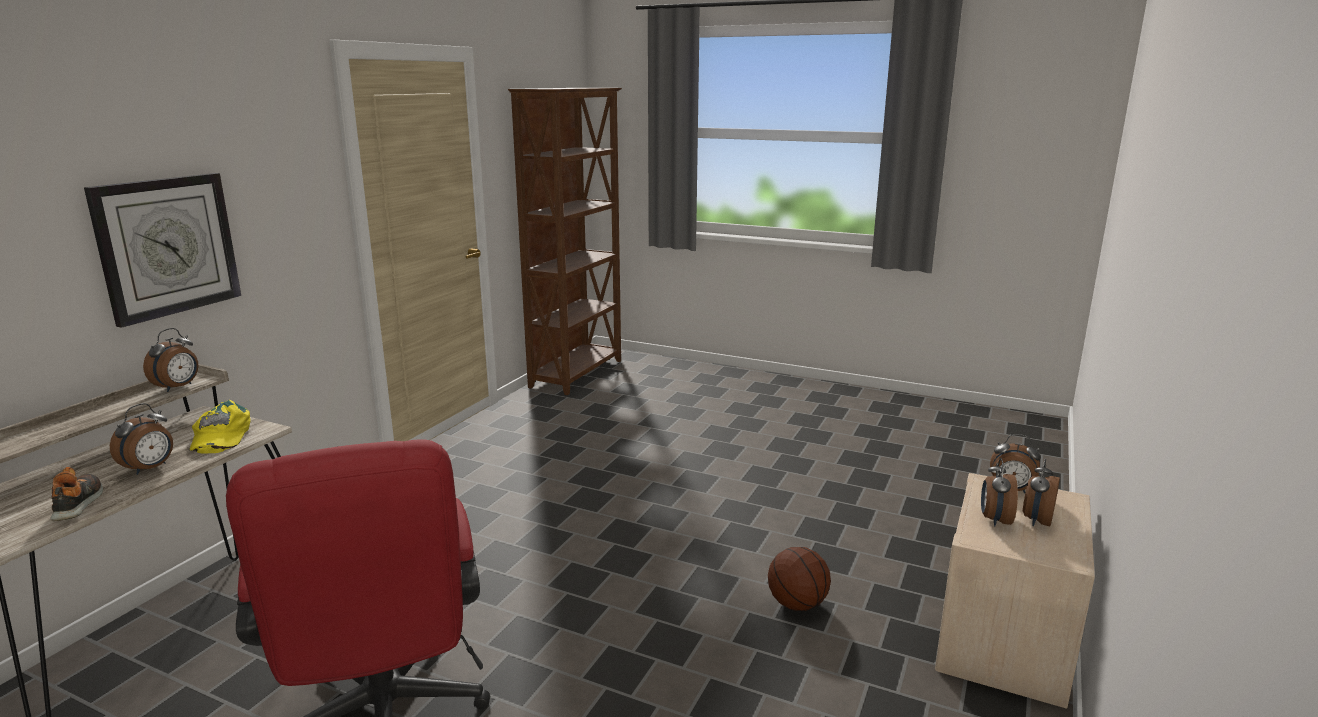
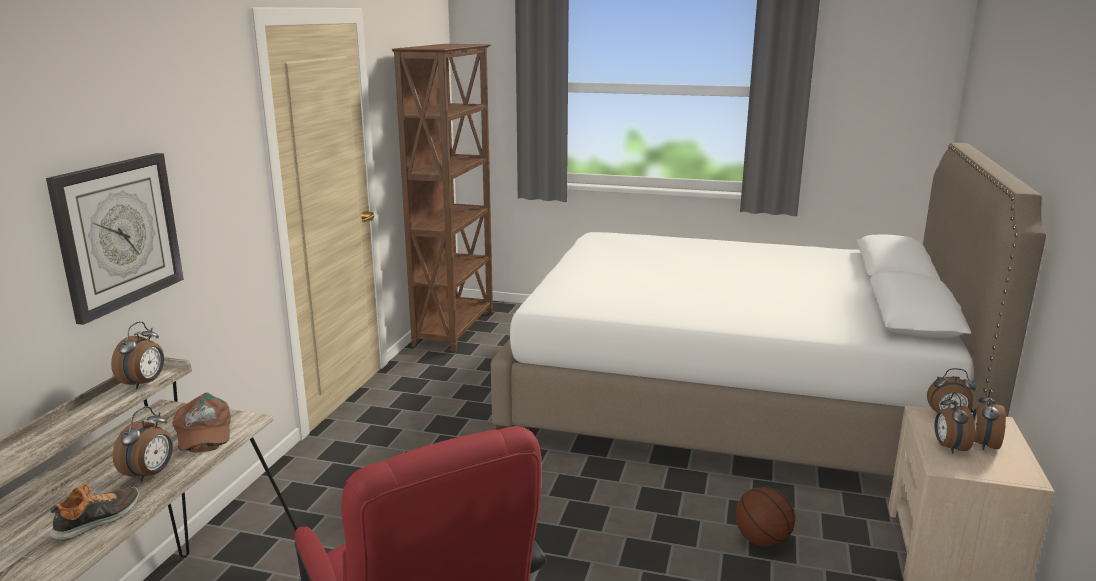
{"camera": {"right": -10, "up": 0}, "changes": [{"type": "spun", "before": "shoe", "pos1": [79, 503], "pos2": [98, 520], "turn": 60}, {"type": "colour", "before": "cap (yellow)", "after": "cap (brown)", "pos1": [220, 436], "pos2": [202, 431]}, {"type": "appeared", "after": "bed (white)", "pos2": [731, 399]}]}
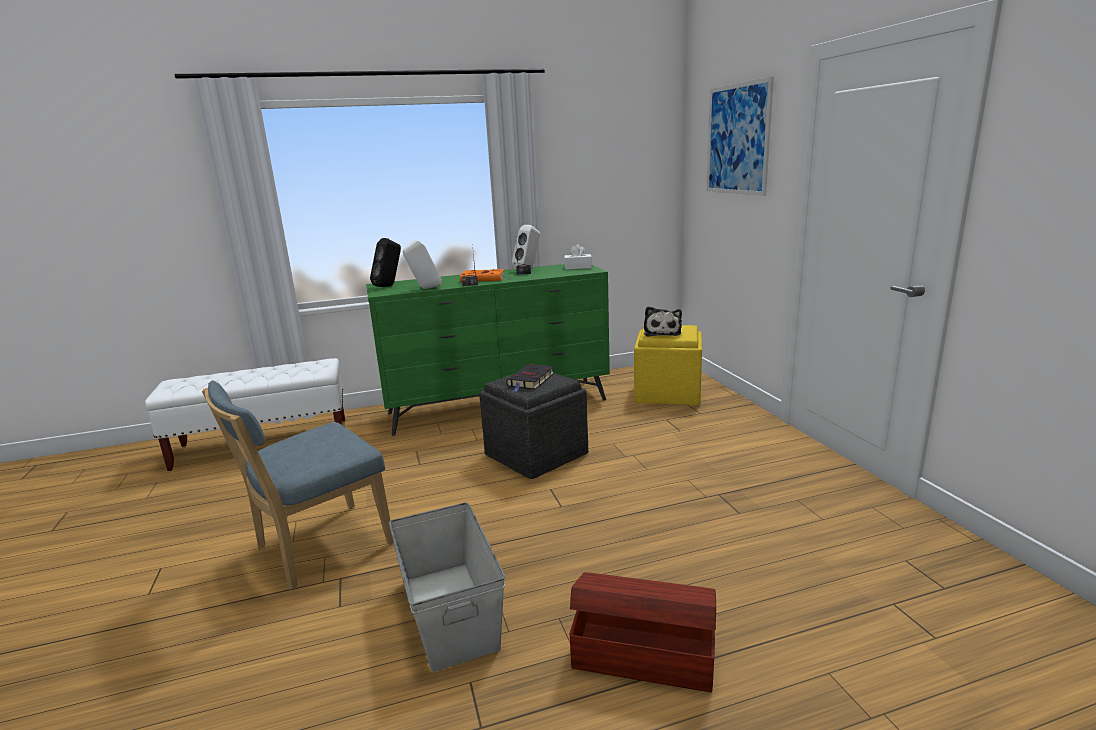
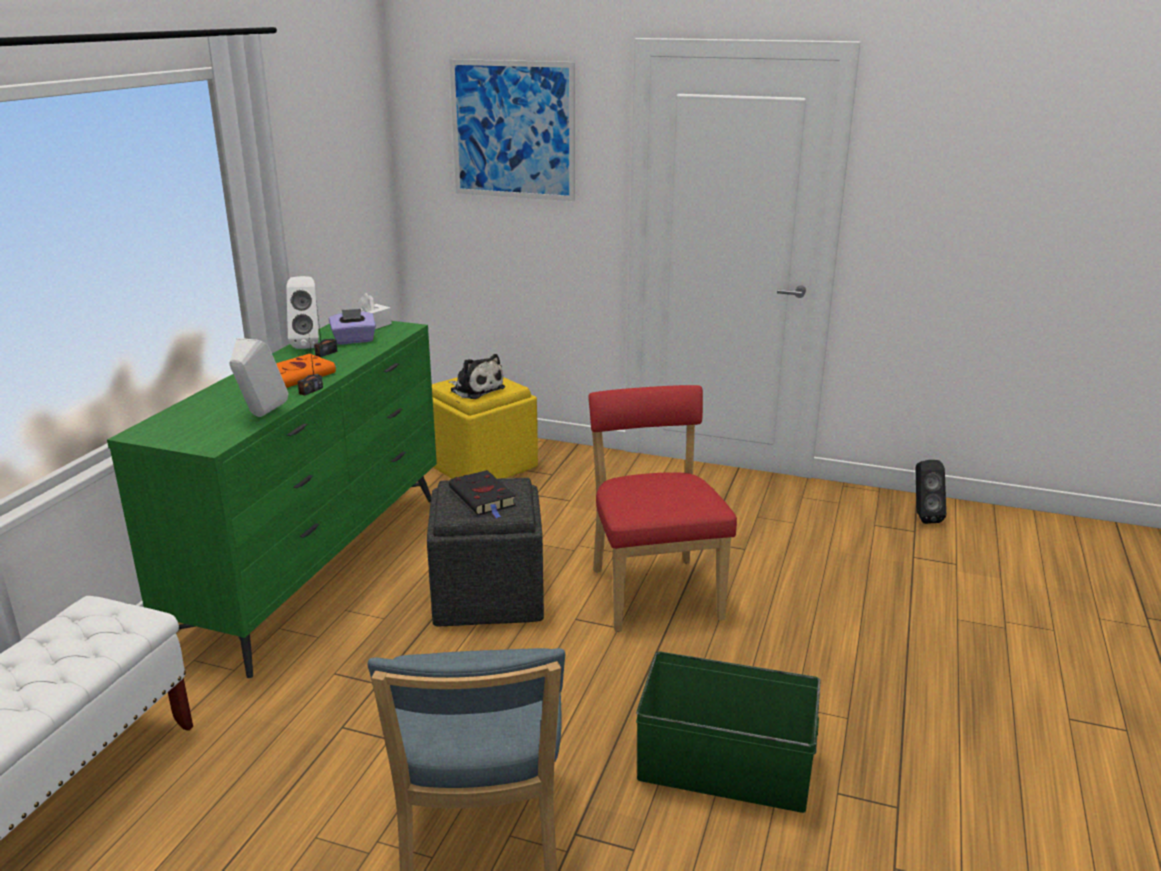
{"camera": {"right": -55, "up": 5}, "changes": [{"type": "appeared", "after": "tissue box (purple)", "pos2": [354, 340]}, {"type": "appeared", "after": "chair (red)", "pos2": [653, 590]}, {"type": "colour", "before": "storage box (grey)", "after": "storage box (green)", "pos1": [451, 611], "pos2": [723, 767]}, {"type": "relocated", "before": "speaker (black)", "pos1": [389, 286], "pos2": [922, 517]}, {"type": "missing", "before": "storage box (brown)", "pos1": [642, 654]}]}
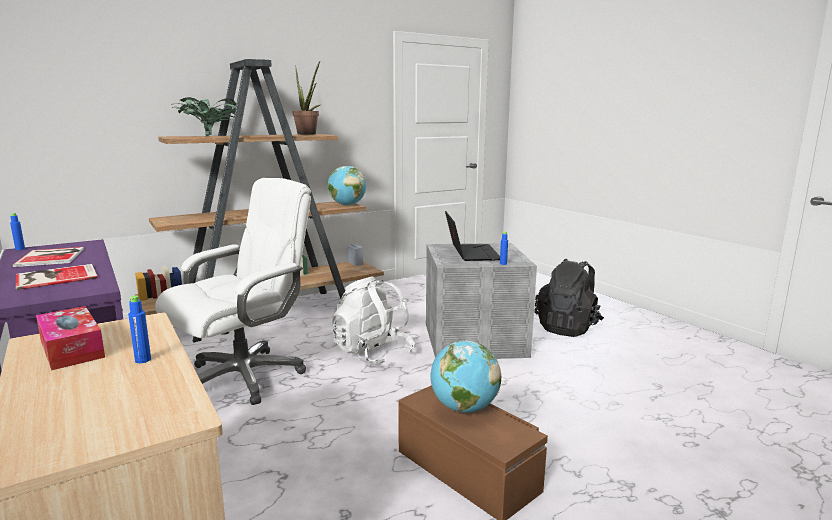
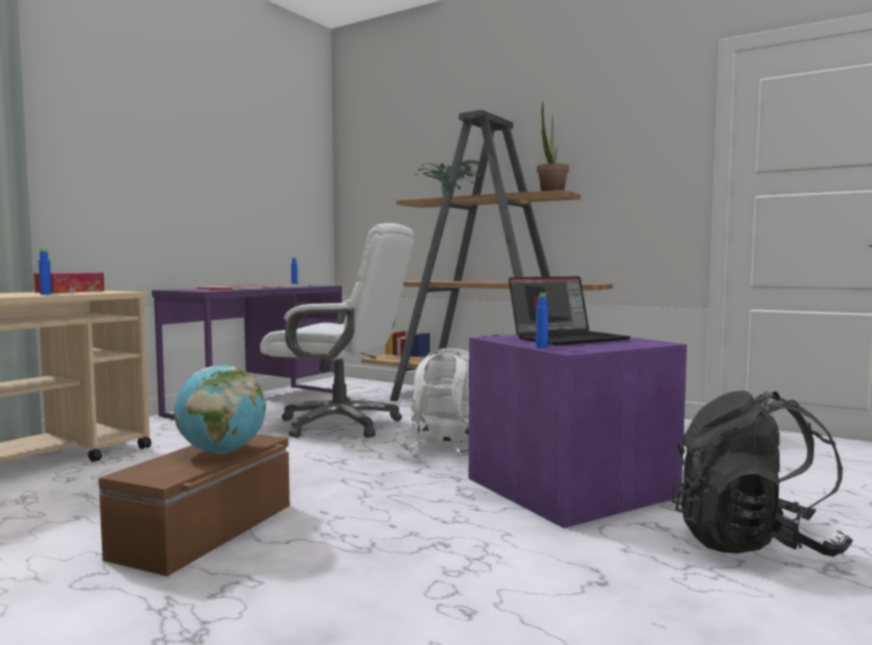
{"camera": {"right": 65, "up": -10}, "changes": [{"type": "colour", "before": "storage box (grey)", "after": "storage box (purple)", "pos1": [475, 339], "pos2": [574, 487]}, {"type": "missing", "before": "globe", "pos1": [347, 205]}]}
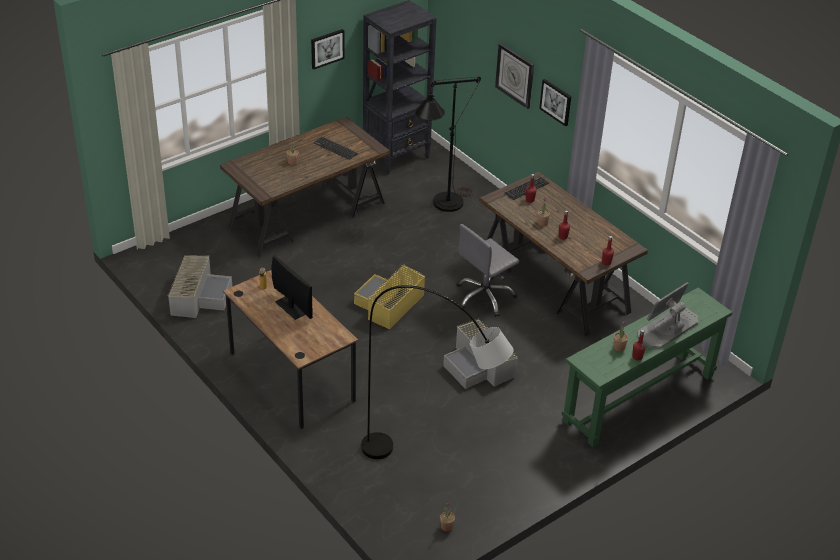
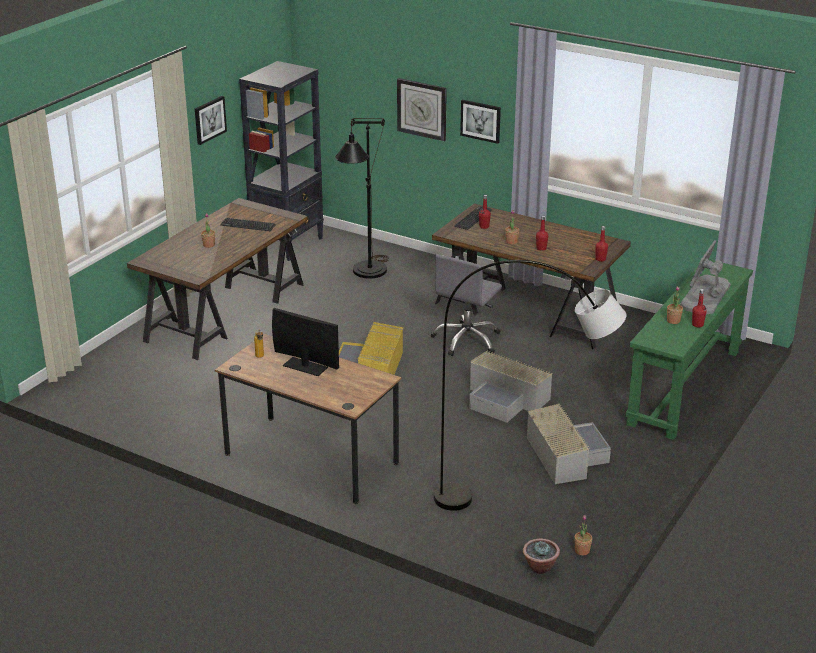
{"camera": {"right": -20, "up": -10}, "changes": [{"type": "appeared", "after": "potted plant", "pos2": [540, 567]}, {"type": "relocated", "before": "storage box (grey)", "pos1": [199, 296], "pos2": [565, 455]}]}
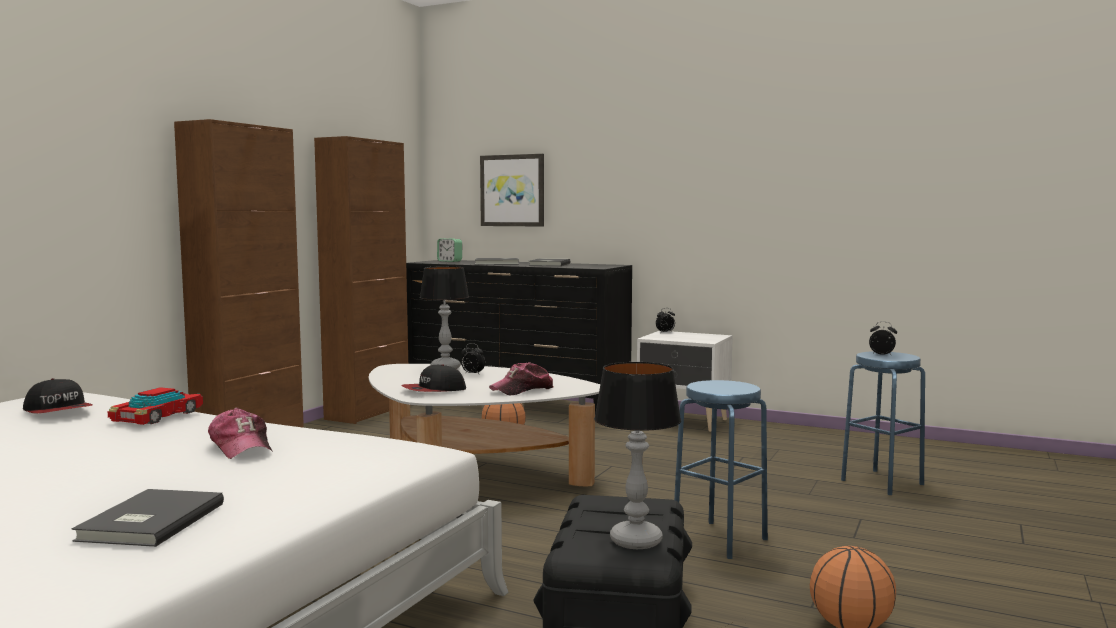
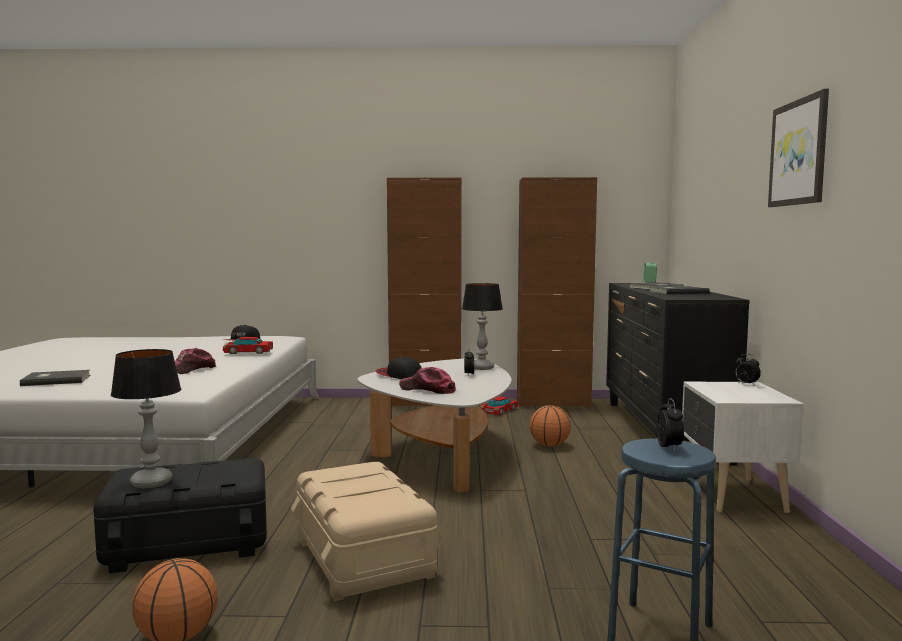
{"camera": {"right": 65, "up": 0}, "changes": [{"type": "exchanged", "before": "stool (blue)", "after": "storage box (beige)", "pos1": [719, 539], "pos2": [364, 558]}, {"type": "appeared", "after": "toy car", "pos2": [499, 410]}, {"type": "relocated", "before": "picture", "pos1": [512, 190], "pos2": [799, 152]}]}
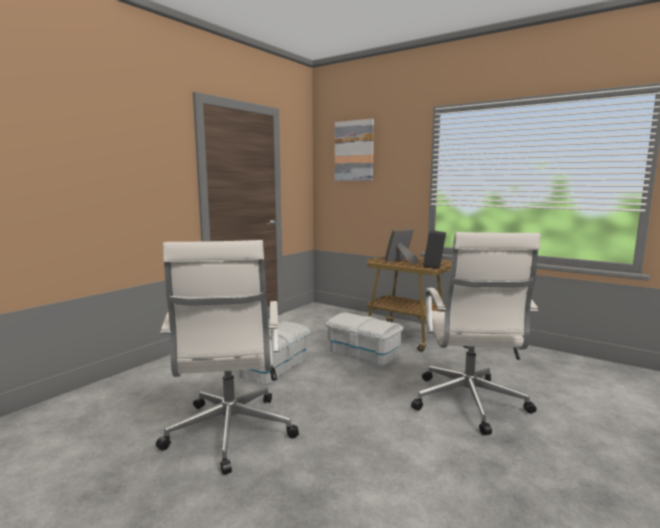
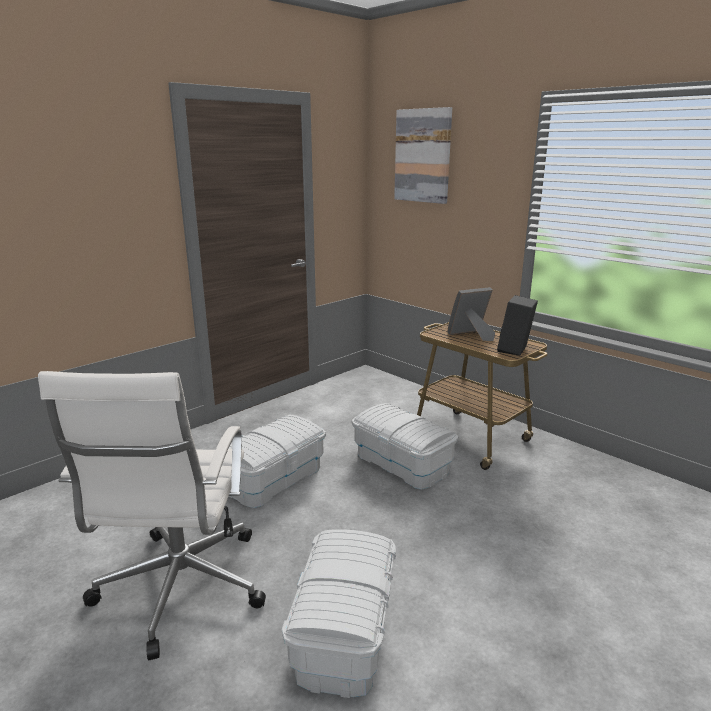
{"camera": {"right": 10, "up": 10}, "changes": [{"type": "appeared", "after": "storage box (white)", "pos2": [345, 632]}, {"type": "missing", "before": "office chair (white)", "pos1": [468, 404]}]}
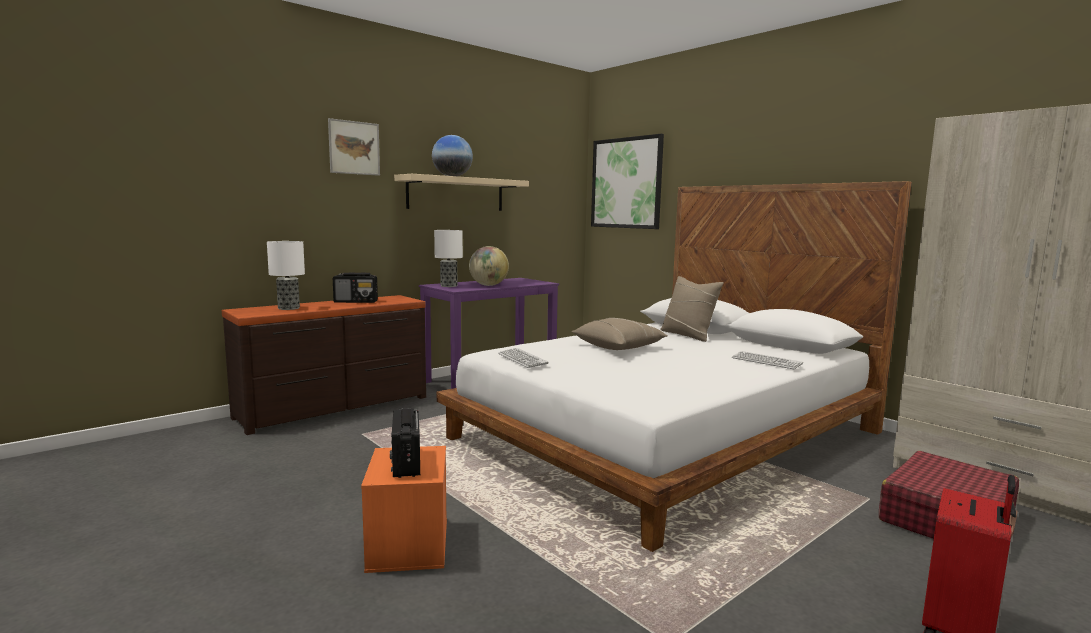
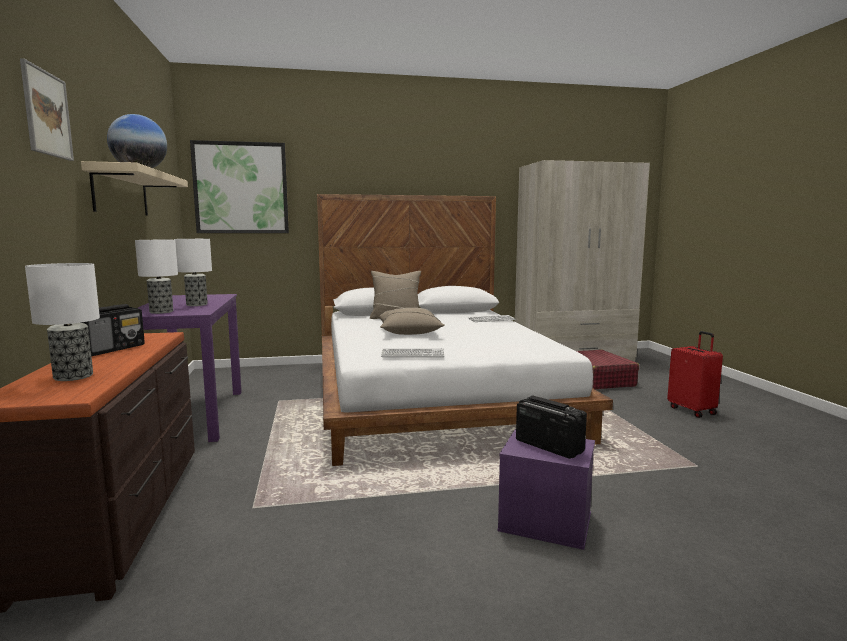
{"camera": {"right": -60, "up": 0}, "changes": [{"type": "exchanged", "before": "globe", "after": "table lamp", "pos1": [488, 285], "pos2": [196, 305]}, {"type": "colour", "before": "storage box (orange)", "after": "storage box (purple)", "pos1": [407, 544], "pos2": [544, 522]}, {"type": "spun", "before": "radio", "pos1": [406, 463], "pos2": [548, 446], "turn": -150}]}
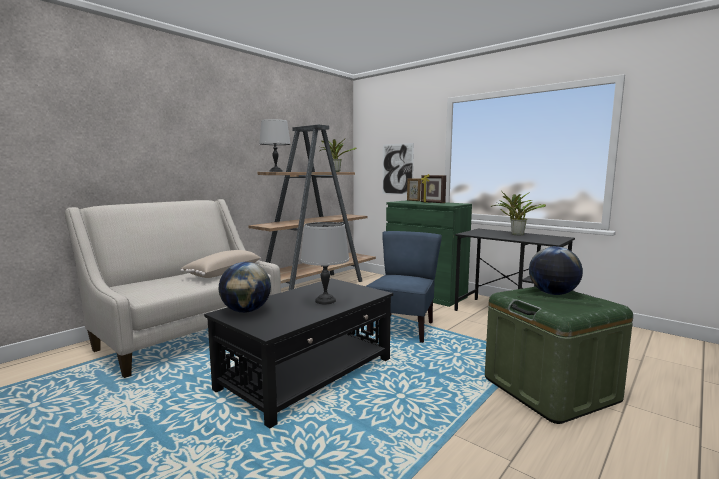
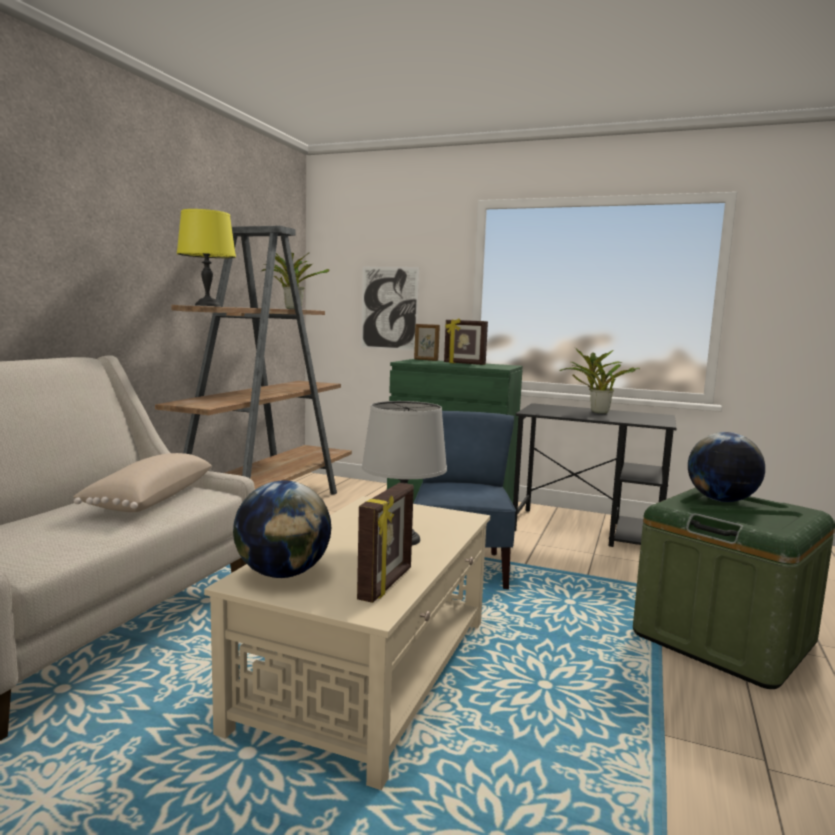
{"camera": {"right": -20, "up": 0}, "changes": [{"type": "colour", "before": "table lamp (grey)", "after": "table lamp (yellow)", "pos1": [276, 171], "pos2": [208, 305]}, {"type": "colour", "before": "coffee table (black)", "after": "coffee table (beige)", "pos1": [308, 374], "pos2": [370, 670]}, {"type": "appeared", "after": "picture frame", "pos2": [387, 584]}]}
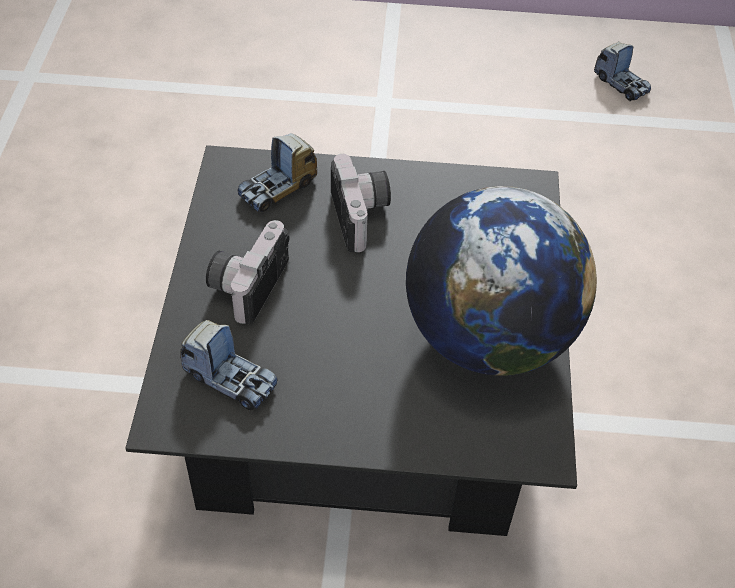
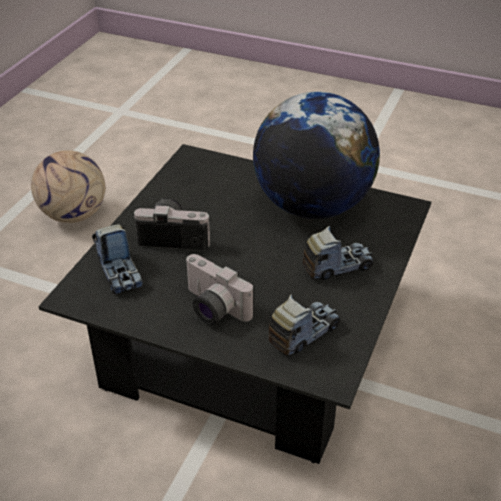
{"camera": {"right": -70, "up": -10}, "changes": [{"type": "appeared", "after": "football", "pos2": [74, 214]}, {"type": "relocated", "before": "toy truck", "pos1": [620, 84], "pos2": [337, 267]}]}
